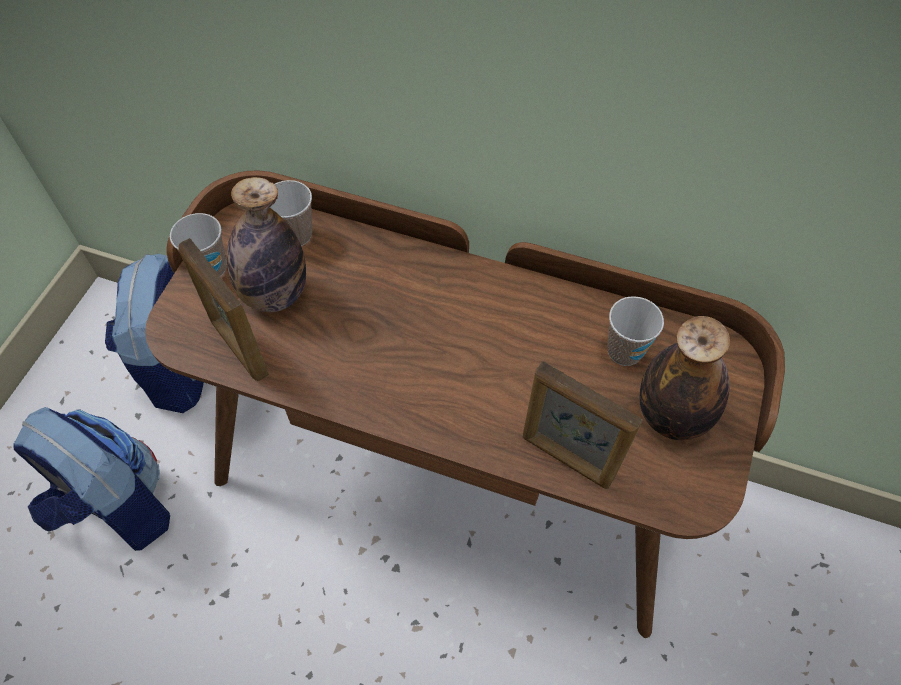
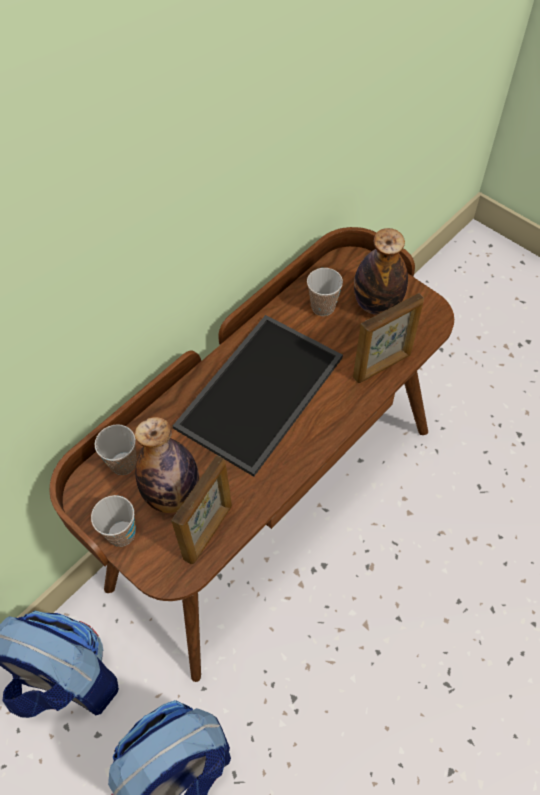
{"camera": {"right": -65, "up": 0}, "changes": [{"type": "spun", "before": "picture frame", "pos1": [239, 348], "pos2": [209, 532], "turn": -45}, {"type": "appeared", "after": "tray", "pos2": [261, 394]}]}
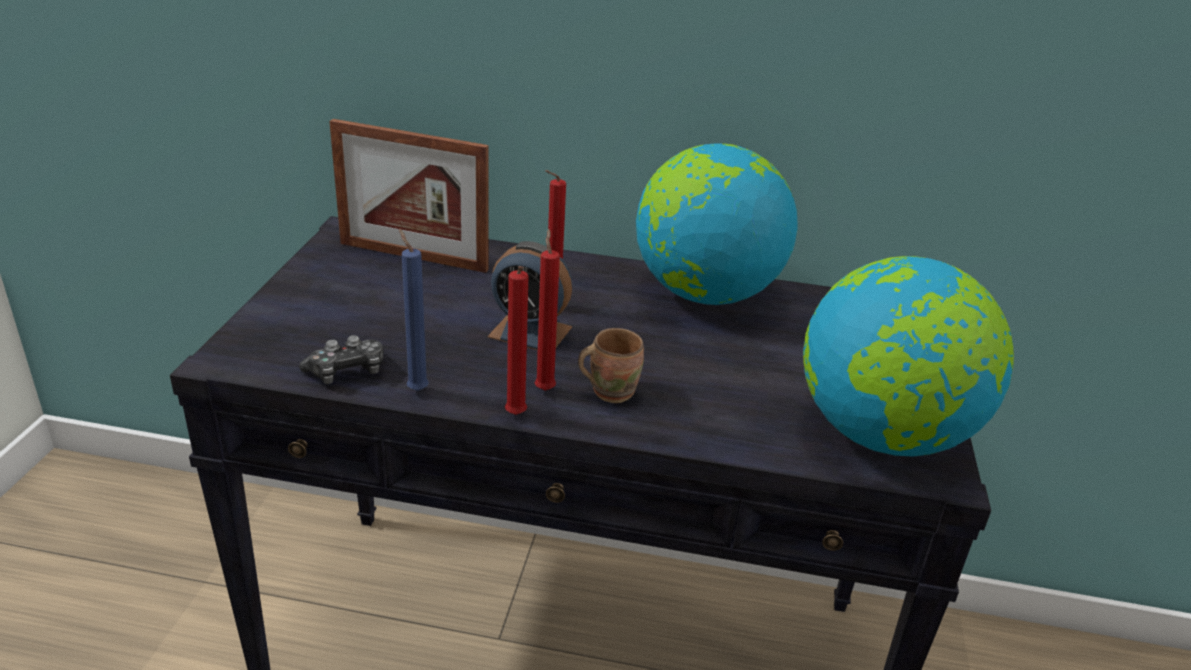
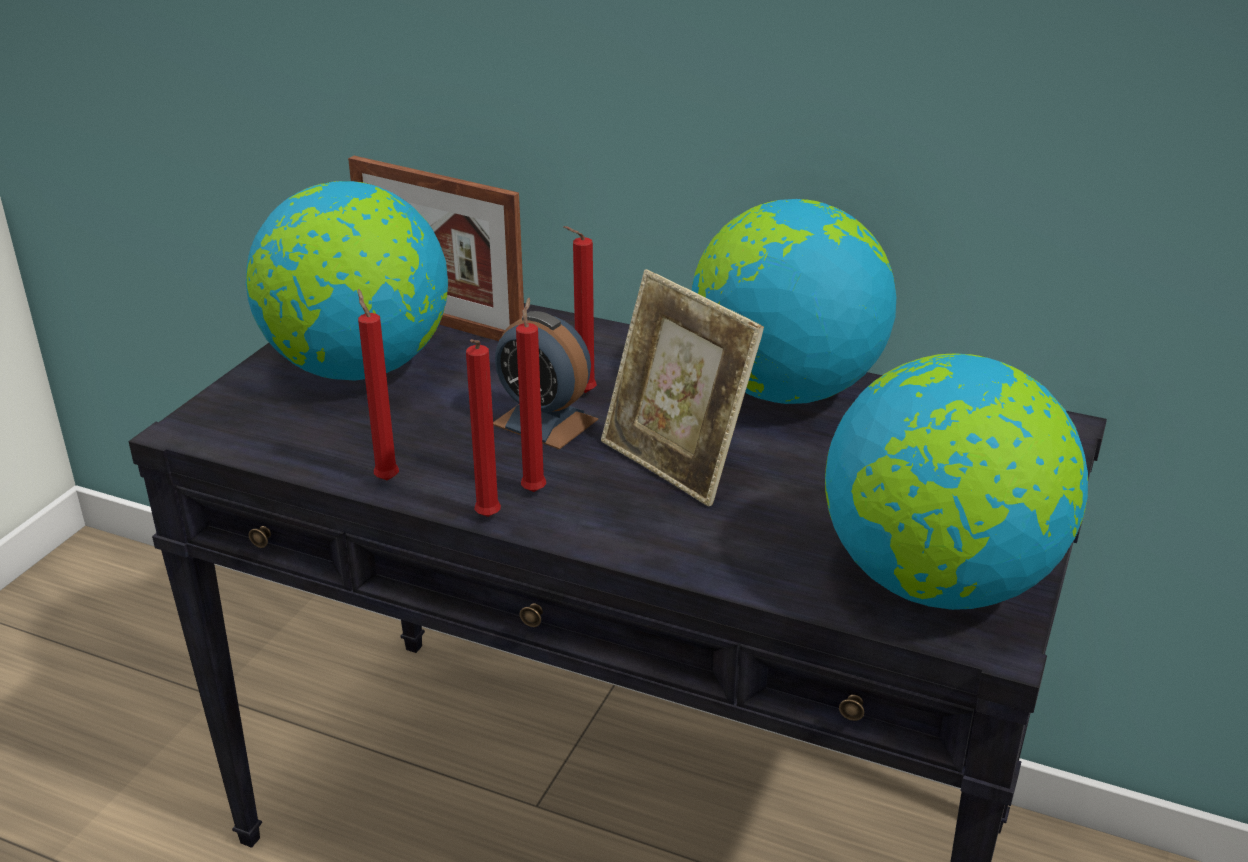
{"camera": {"right": 15, "up": 0}, "changes": [{"type": "appeared", "after": "globe", "pos2": [357, 368]}, {"type": "colour", "before": "candle (blue)", "after": "candle (red)", "pos1": [416, 389], "pos2": [386, 478]}, {"type": "appeared", "after": "picture frame", "pos2": [675, 463]}, {"type": "missing", "before": "game controller", "pos1": [346, 372]}, {"type": "missing", "before": "mug (brown)", "pos1": [610, 390]}]}
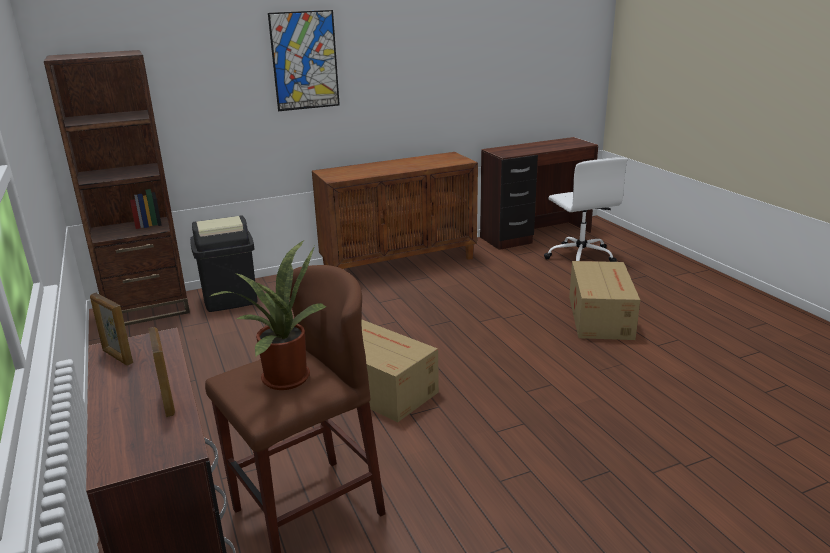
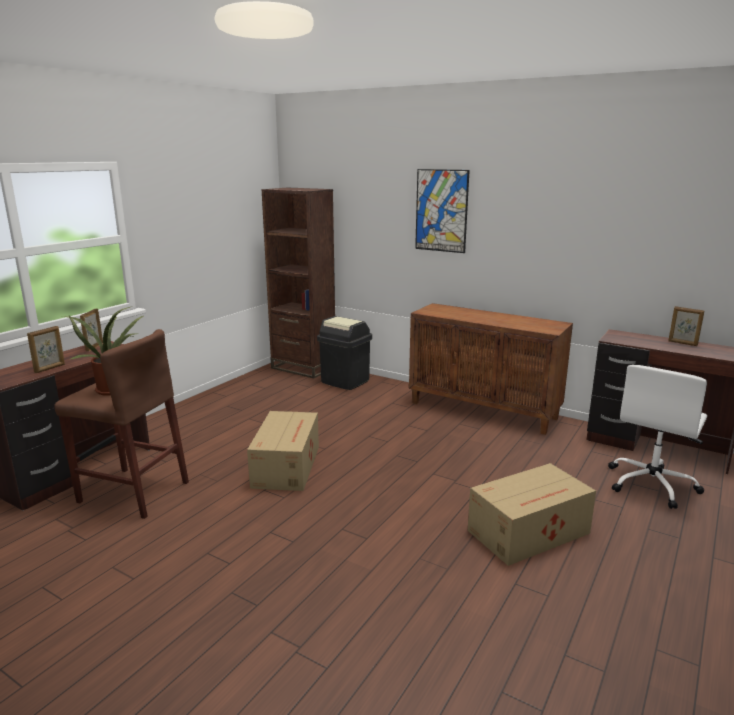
{"camera": {"right": 55, "up": -5}, "changes": [{"type": "appeared", "after": "picture frame", "pos2": [682, 343]}]}
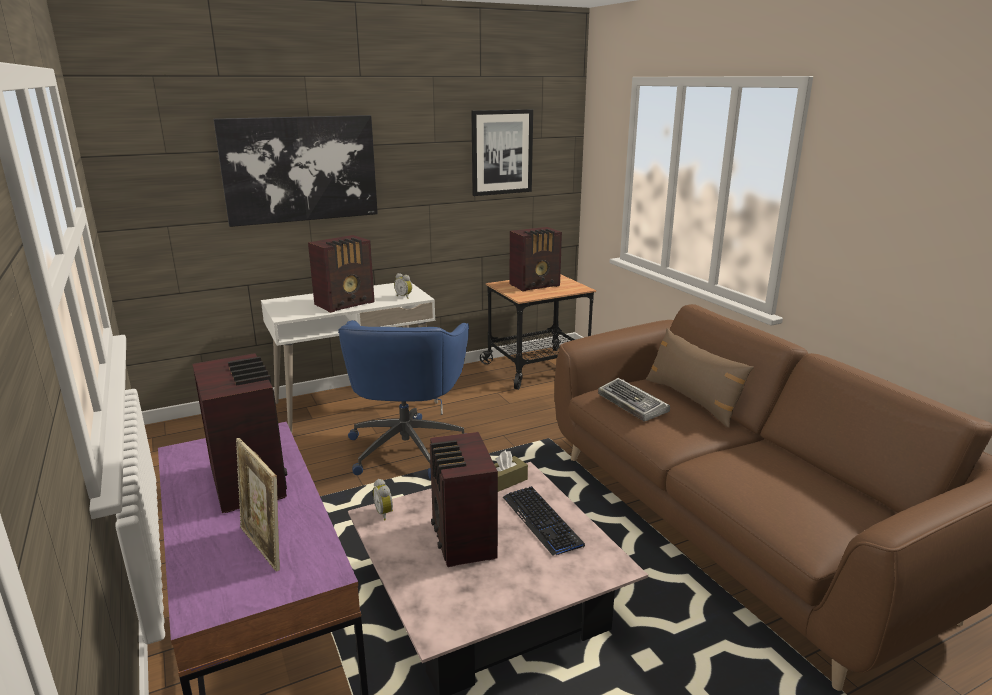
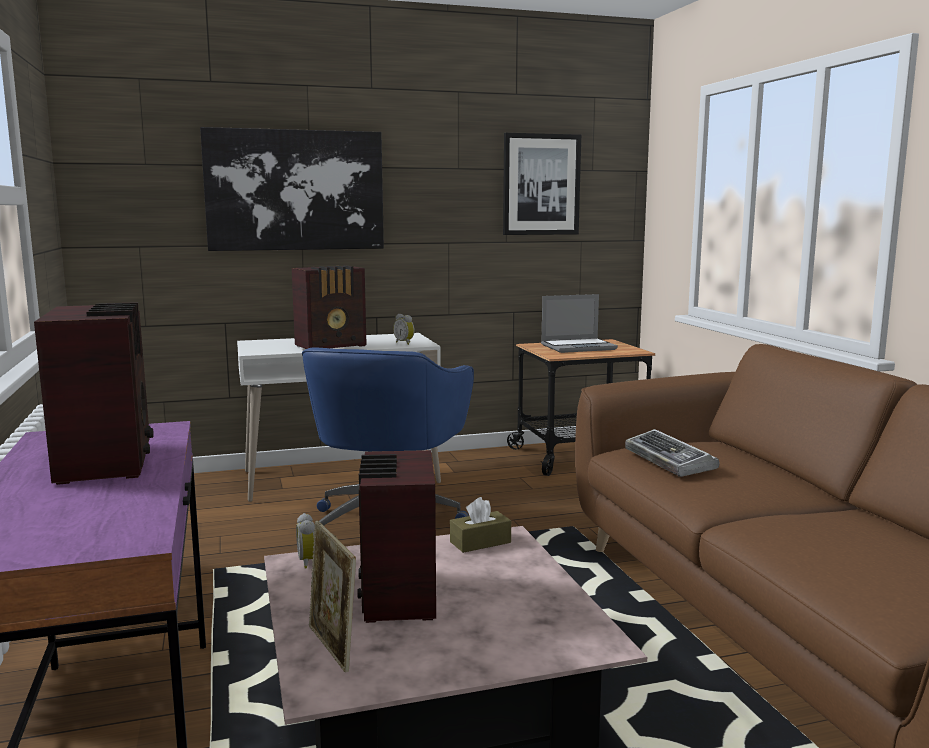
{"camera": {"right": 10, "up": -10}, "changes": [{"type": "relocated", "before": "picture frame", "pos1": [263, 547], "pos2": [332, 647]}, {"type": "exchanged", "before": "radio", "after": "laptop", "pos1": [536, 285], "pos2": [578, 347]}, {"type": "missing", "before": "keyboard", "pos1": [542, 521]}, {"type": "missing", "before": "pillow (brown)", "pos1": [692, 400]}]}
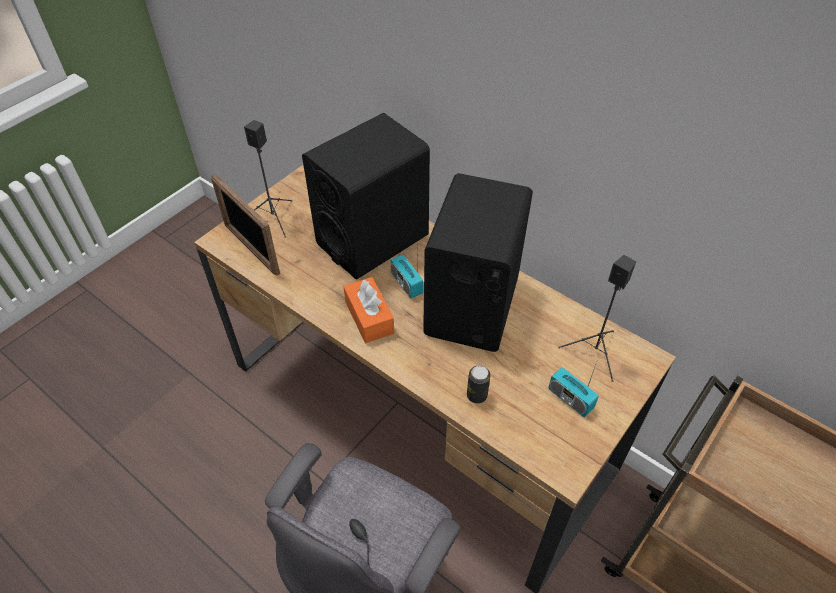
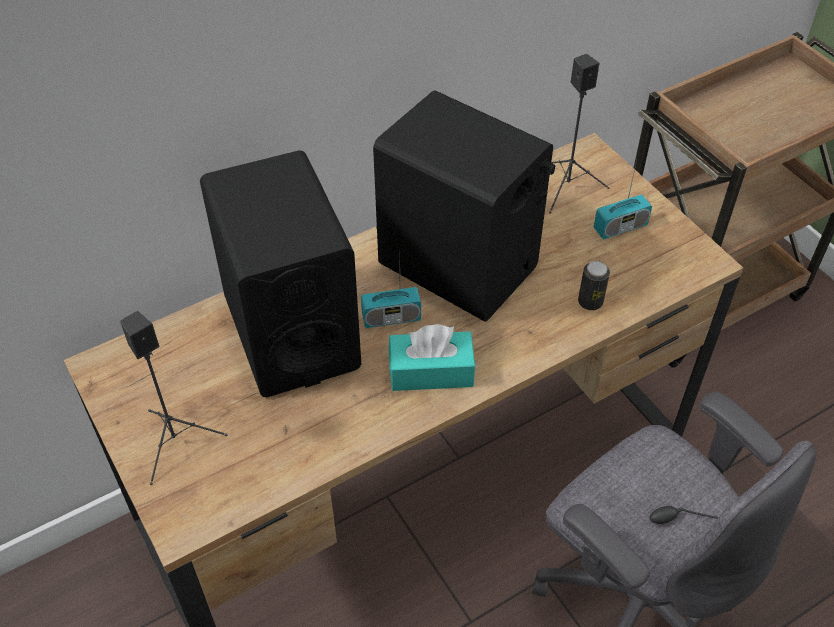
{"camera": {"right": -70, "up": 0}, "changes": [{"type": "colour", "before": "tissue box (orange)", "after": "tissue box (turquoise)", "pos1": [369, 317], "pos2": [431, 371]}, {"type": "missing", "before": "picture frame", "pos1": [251, 249]}]}
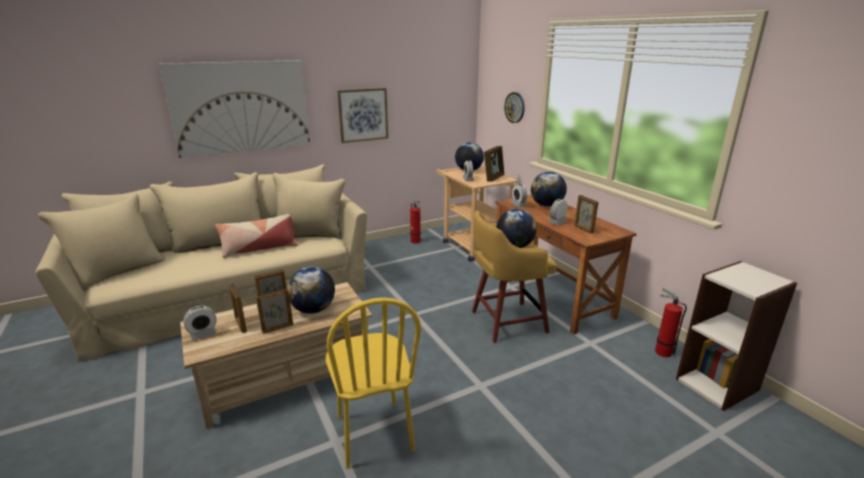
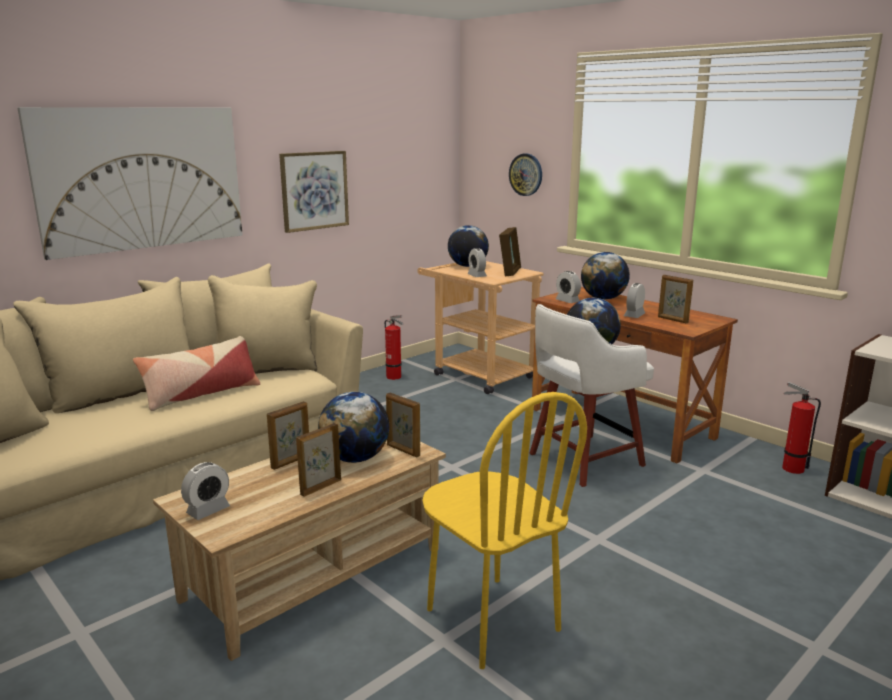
{"camera": {"right": -15, "up": -5}, "changes": [{"type": "relocated", "before": "picture frame", "pos1": [241, 325], "pos2": [403, 450]}, {"type": "colour", "before": "stool (yellow)", "after": "stool (white)", "pos1": [506, 322], "pos2": [582, 460]}]}
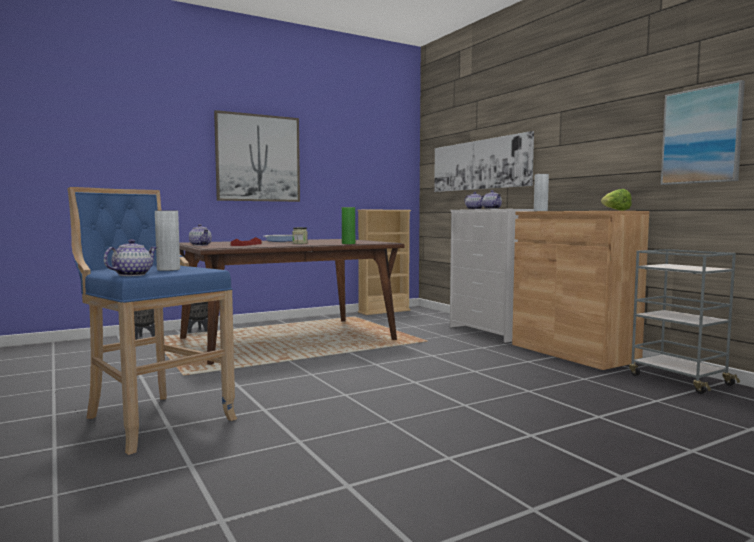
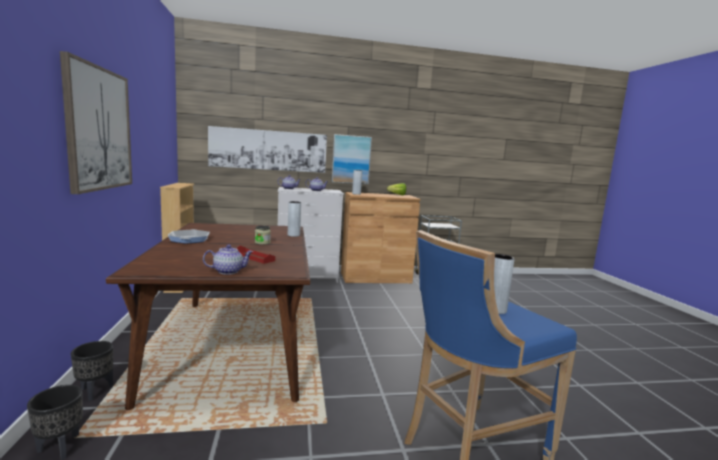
{"camera": {"right": -70, "up": 5}, "changes": [{"type": "colour", "before": "vase (green)", "after": "vase (grey)", "pos1": [348, 243], "pos2": [293, 235]}, {"type": "relocated", "before": "picture", "pos1": [701, 136], "pos2": [351, 159]}, {"type": "missing", "before": "teapot", "pos1": [133, 275]}]}
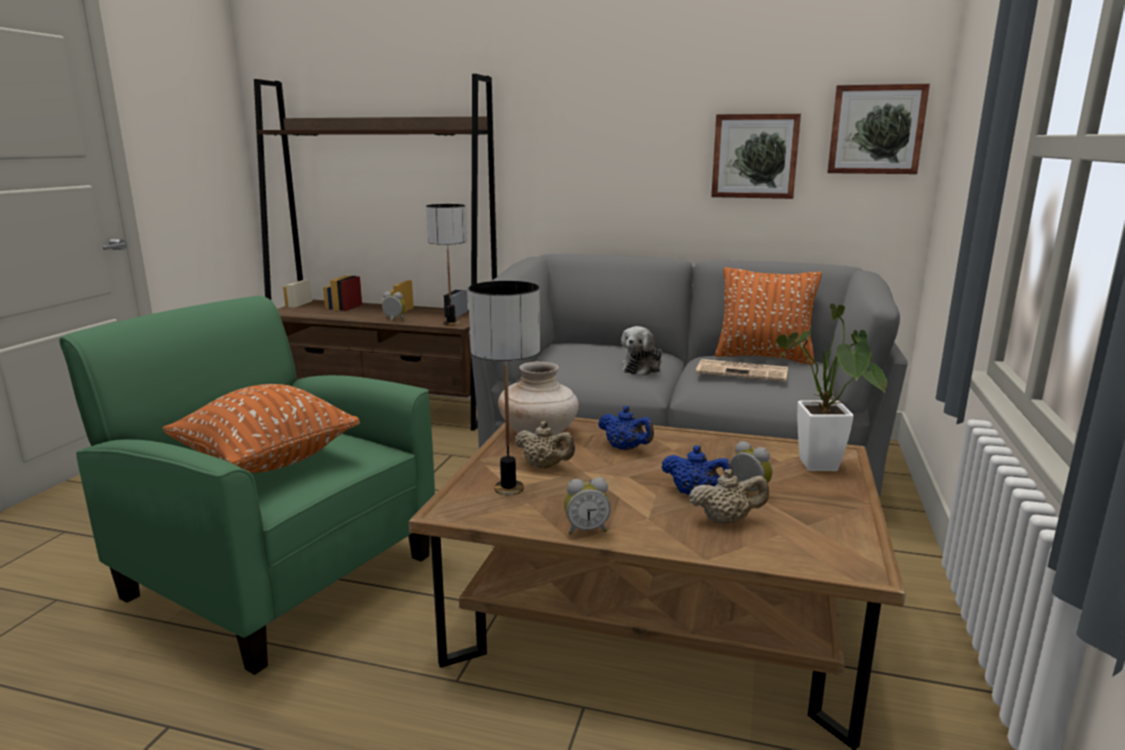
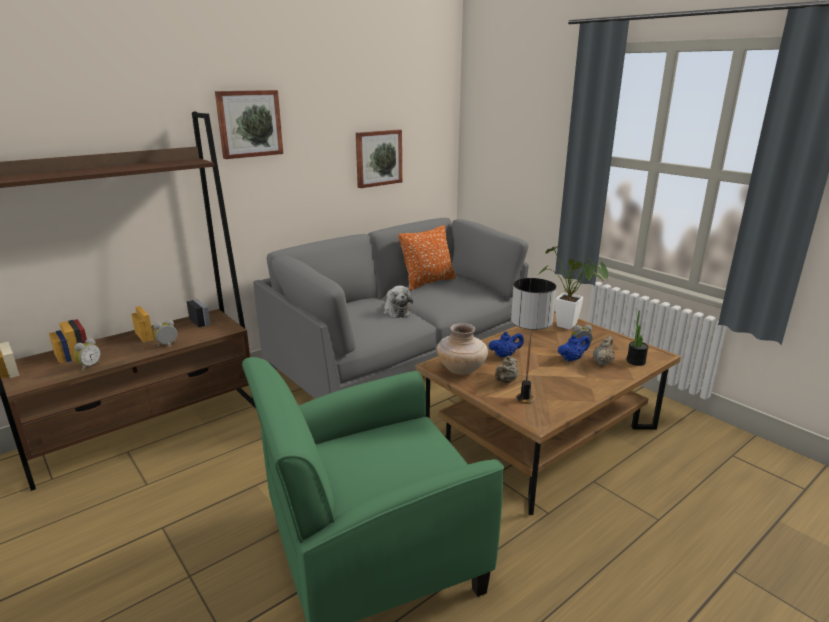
{"camera": {"right": -55, "up": 5}, "changes": [{"type": "relocated", "before": "alarm clock", "pos1": [586, 529], "pos2": [89, 366]}, {"type": "relocated", "before": "picture", "pos1": [876, 129], "pos2": [249, 123]}, {"type": "spun", "before": "teapot (beige)", "pos1": [545, 466], "pos2": [505, 381], "turn": 150}, {"type": "appeared", "after": "potted plant", "pos2": [636, 361]}, {"type": "missing", "before": "pillow (orange)", "pos1": [267, 461]}, {"type": "missing", "before": "table lamp", "pos1": [450, 323]}, {"type": "missing", "before": "newspaper", "pos1": [743, 372]}]}
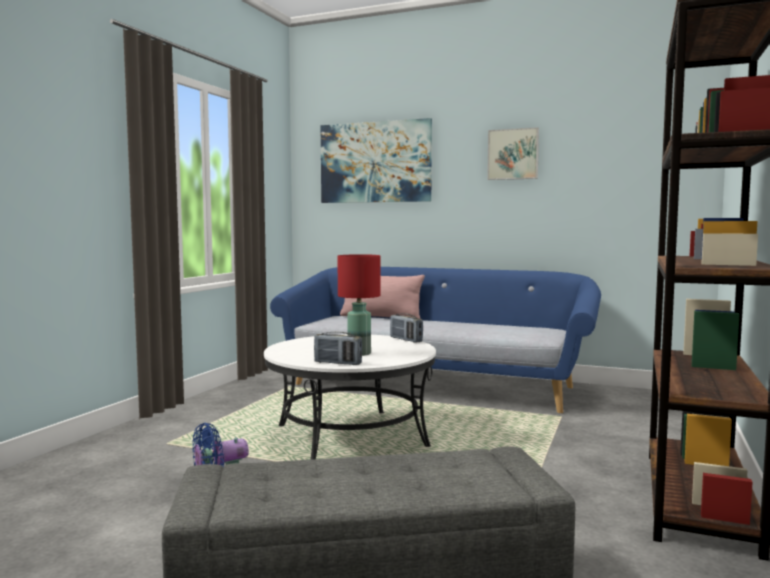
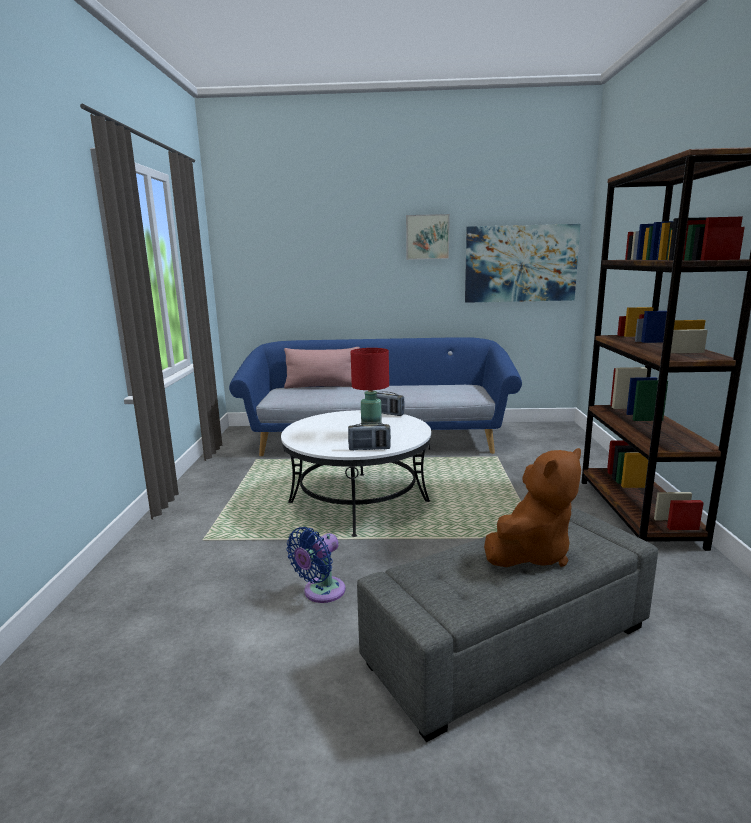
{"camera": {"right": -20, "up": 10}, "changes": [{"type": "relocated", "before": "picture", "pos1": [375, 162], "pos2": [520, 263]}, {"type": "appeared", "after": "plush toy (brown)", "pos2": [531, 554]}]}
